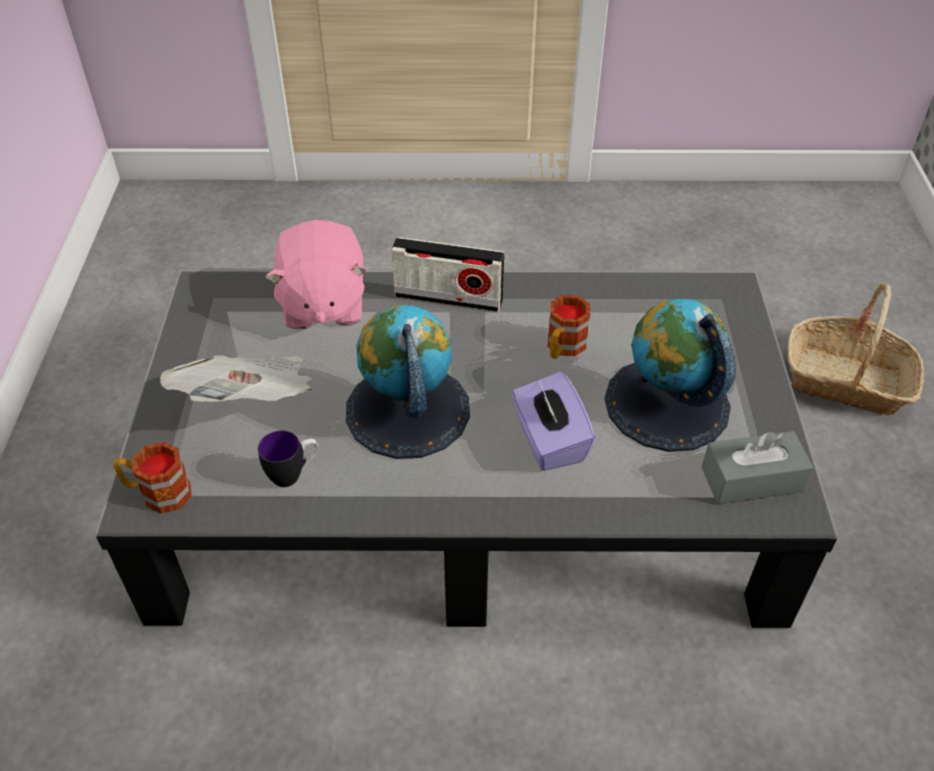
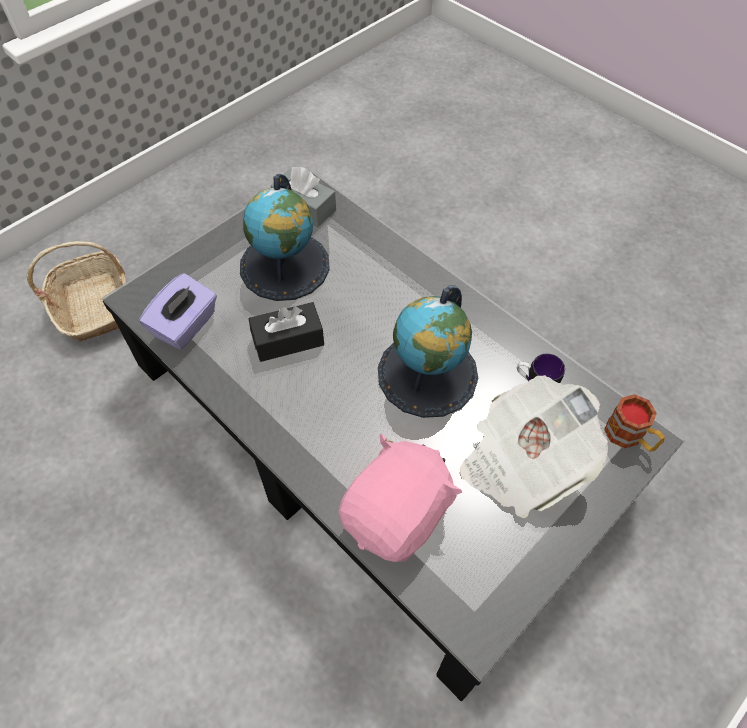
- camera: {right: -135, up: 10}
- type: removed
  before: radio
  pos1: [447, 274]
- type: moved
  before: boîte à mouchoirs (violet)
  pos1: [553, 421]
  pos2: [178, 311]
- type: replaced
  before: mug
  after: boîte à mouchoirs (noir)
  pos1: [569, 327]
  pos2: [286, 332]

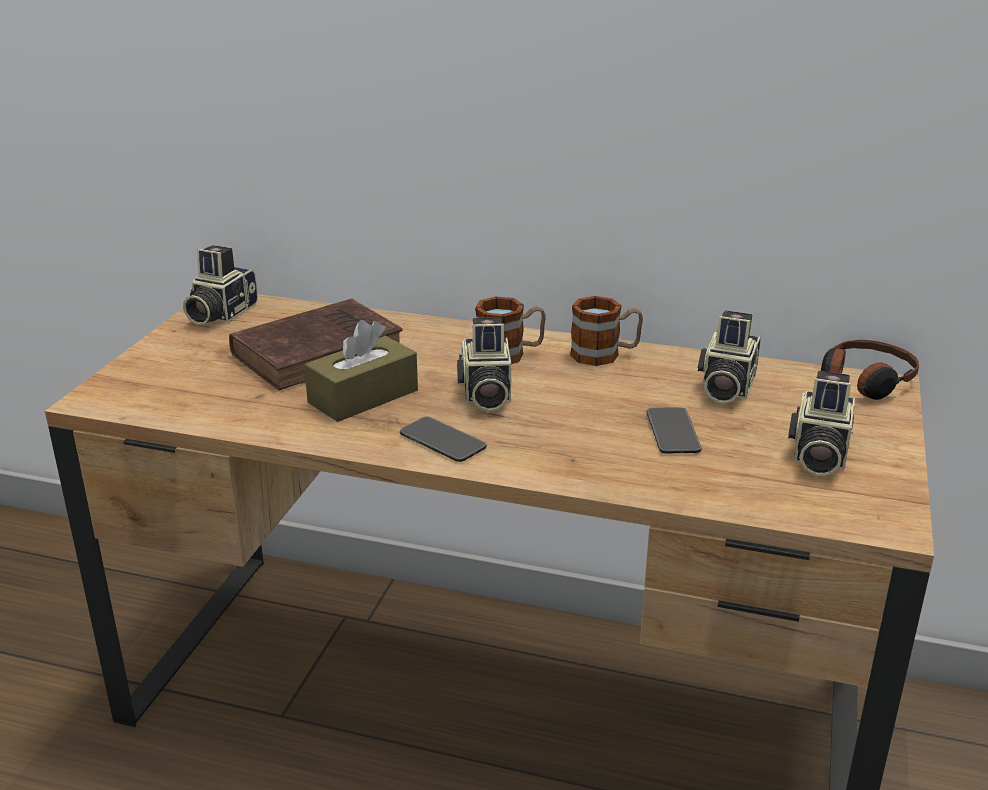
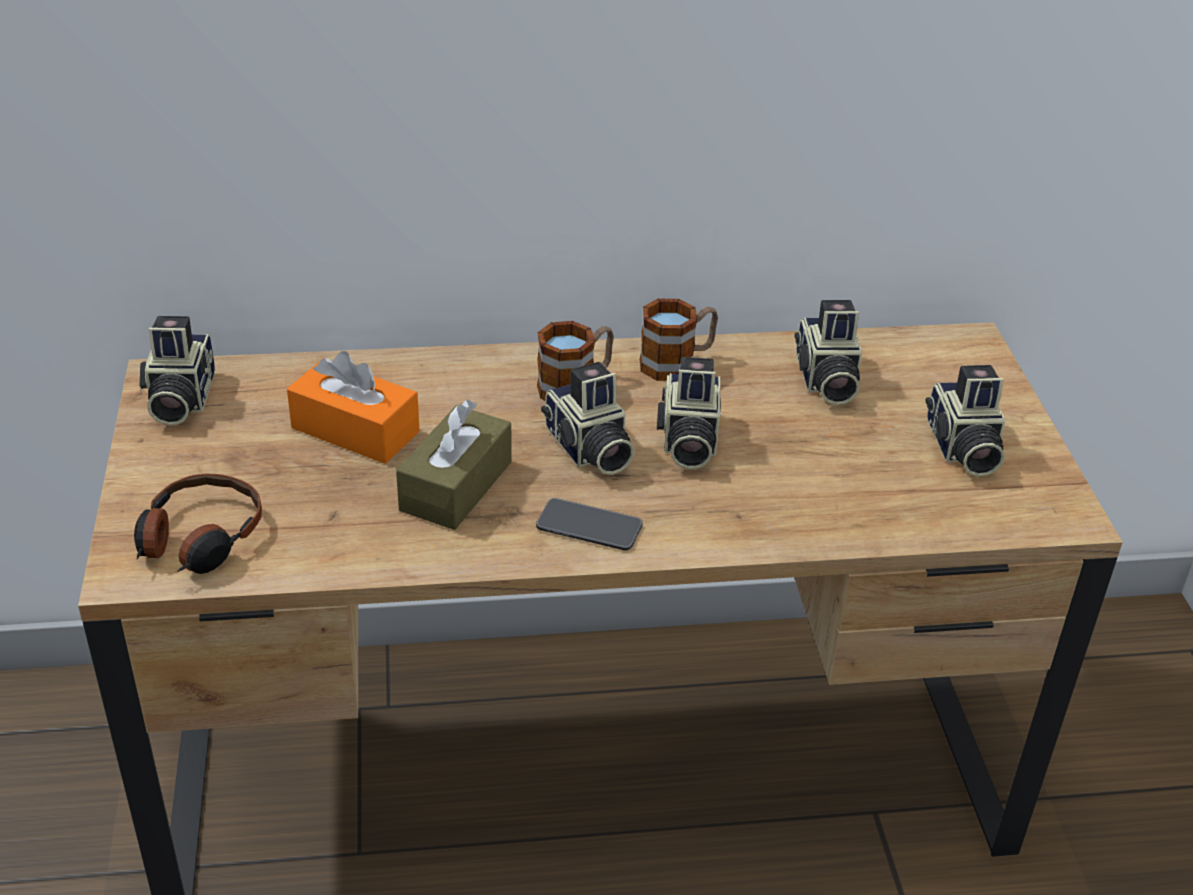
- camera: {right: -25, up: 10}
- type: replaced
  before: livre (marron)
  after: boîte à mouchoirs (orange)
  pos1: [316, 344]
  pos2: [353, 407]
- type: removed
  before: téléphone
  pos1: [674, 430]
- type: moved
  before: casque audio
  pos1: [870, 370]
  pos2: [198, 524]
- type: added
  after: appareil photo
  pos2: [689, 413]

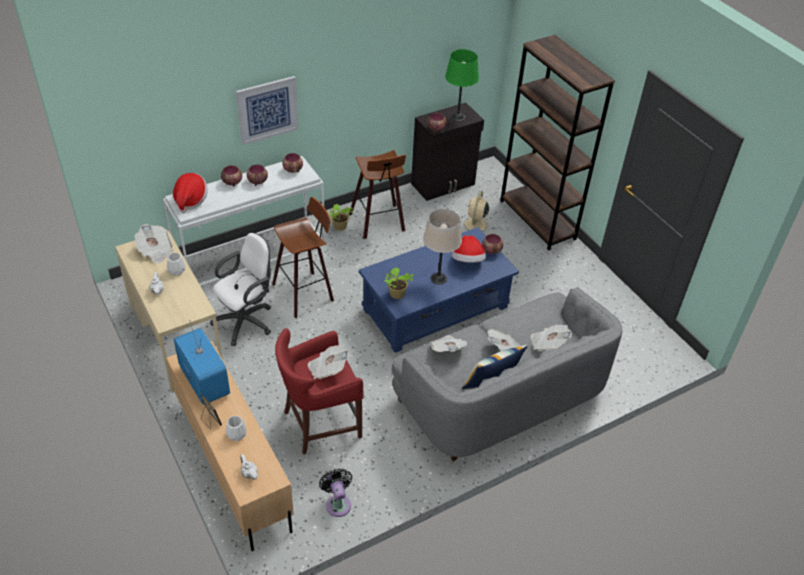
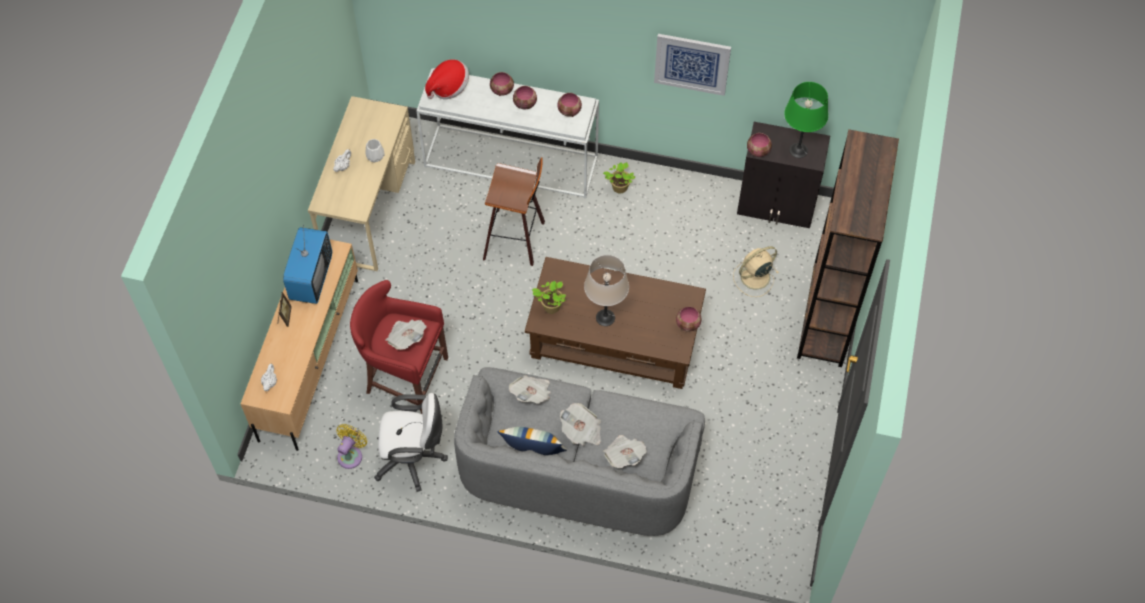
- camera: {right: 45, up: 15}
- type: removed
  before: journal
  pos1: [154, 244]
- type: moved
  before: chaise de bureau (blanc)
  pos1: [240, 289]
  pos2: [411, 442]
- type: removed
  before: vase (blanc)
  pos1: [236, 428]
- type: moved
  before: tableau
  pos1: [267, 110]
  pos2: [692, 65]
- type: recoloured
  before: ventilateur (noir)
  after: ventilateur (jaune)
  pos1: [335, 493]
  pos2: [351, 446]
- type: removed
  before: tabouret
  pos1: [377, 194]
- type: recoloured
  before: table basse (bleu)
  after: table basse (marron)
  pos1: [439, 290]
  pos2: [615, 323]
- type: removed
  before: chapeau
  pos1: [469, 249]

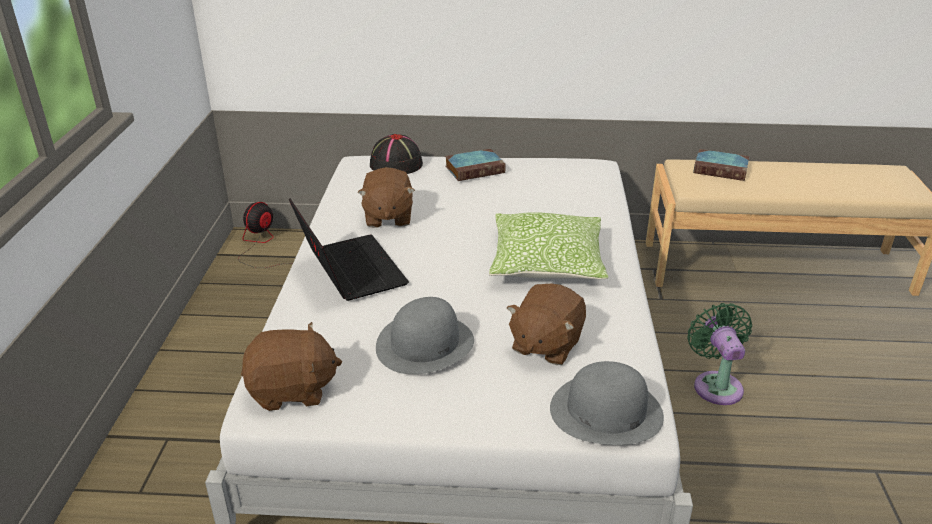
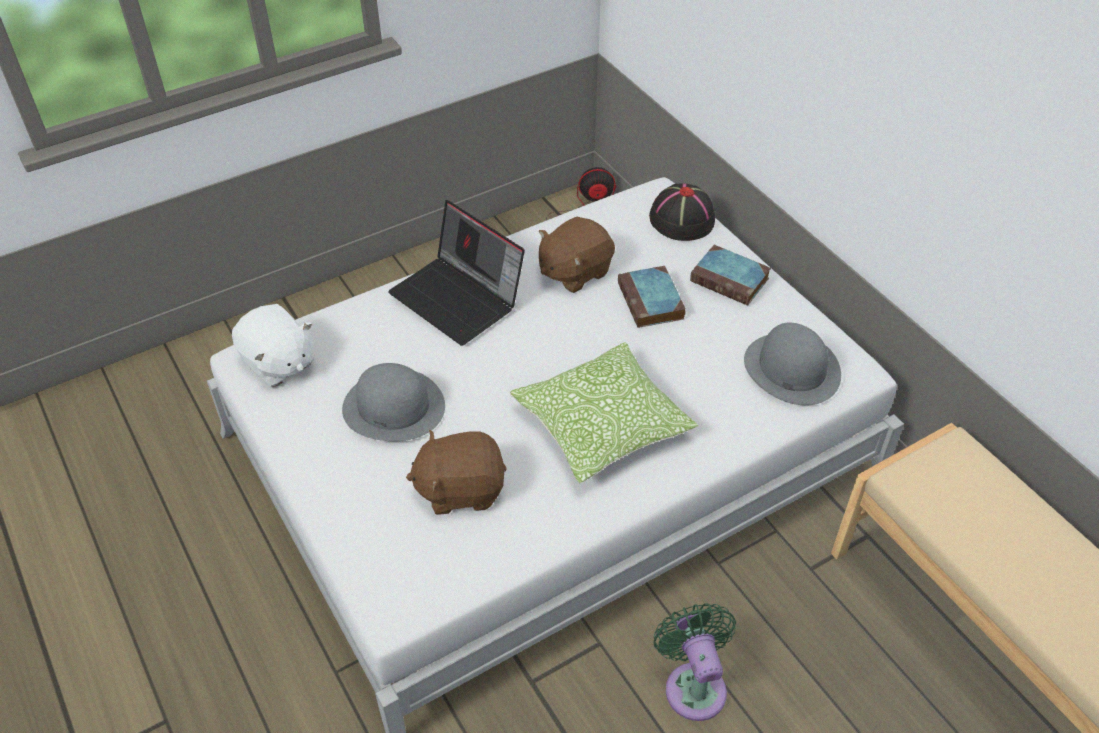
- camera: {right: 55, up: 15}
- type: recoloured
  before: peluche (marron)
  after: peluche (blanc)
  pos1: [291, 366]
  pos2: [273, 345]
- type: turned
  before: ordinateur portable
  pos1: [349, 249]
  pos2: [456, 273]
  turn: 105
- type: moved
  before: chapeau (gris)
  pos1: [607, 403]
  pos2: [792, 364]
- type: turned
  before: ventilateur (vert)
  pos1: [719, 354]
  pos2: [694, 662]
  turn: -60
- type: moved
  before: livre
  pos1: [721, 165]
  pos2: [652, 297]

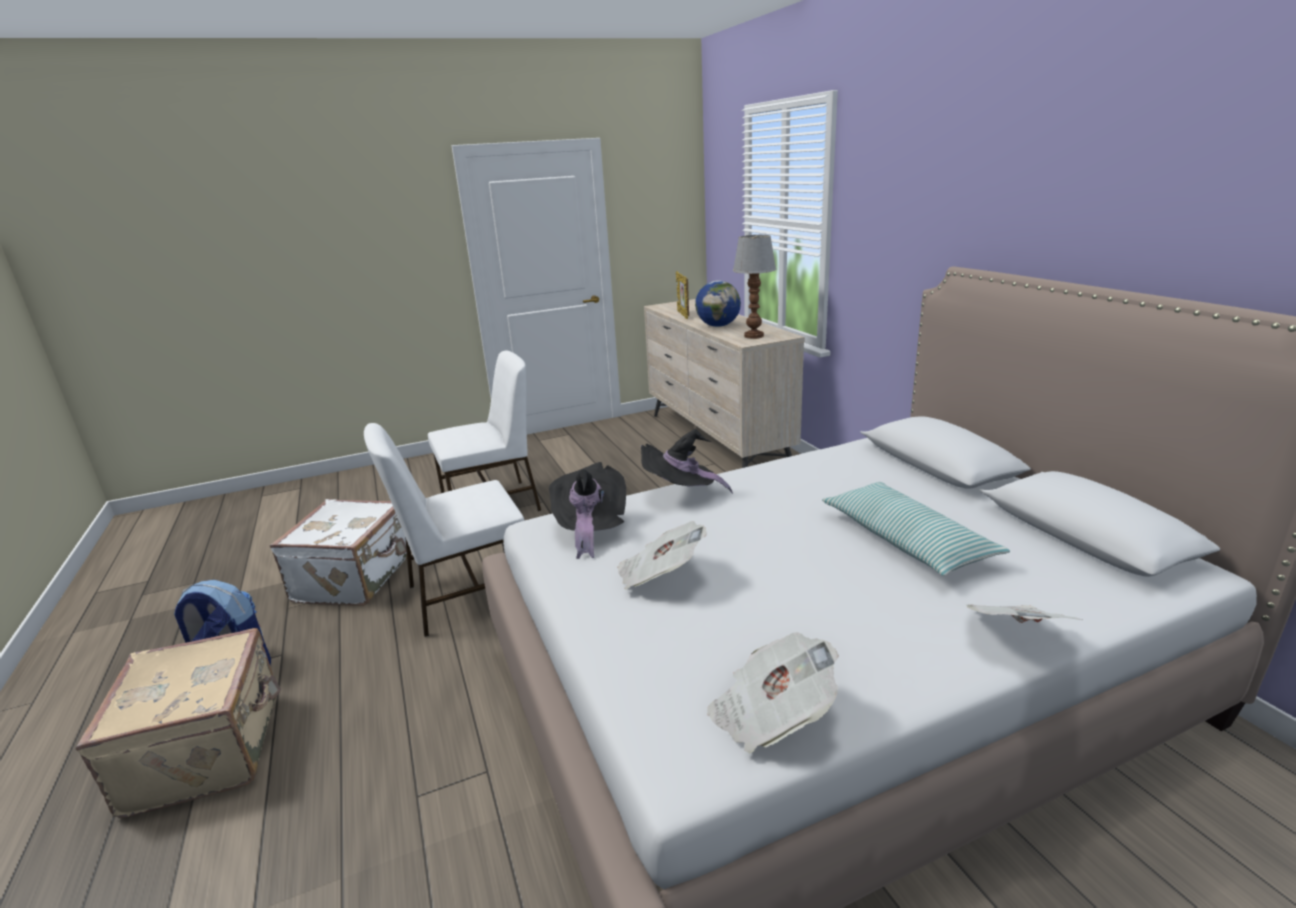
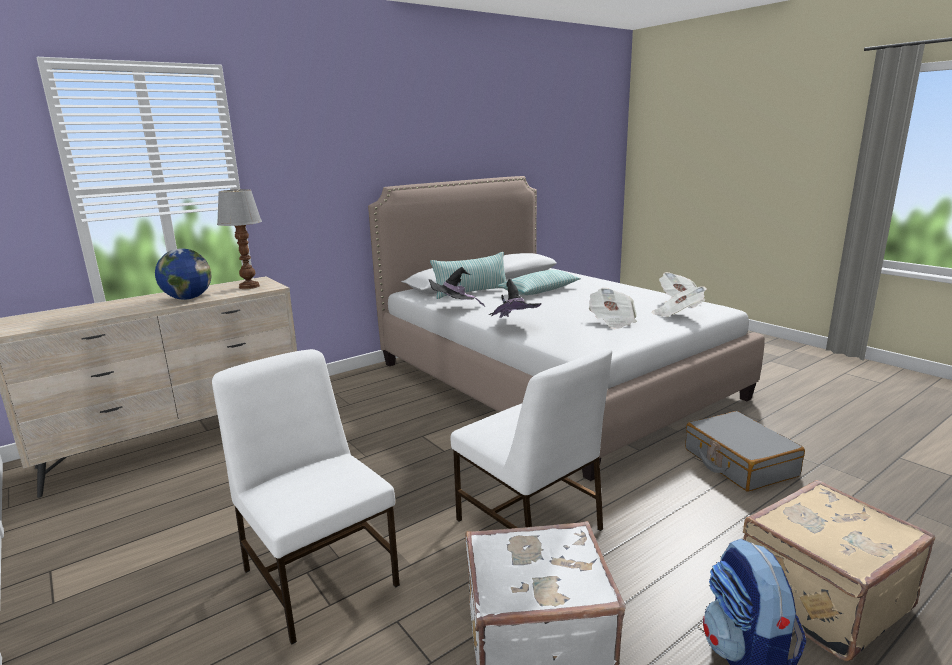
- camera: {right: -105, up: -5}
- type: moved
  before: chapeau (noir)
  pos1: [587, 510]
  pos2: [456, 287]
- type: removed
  before: cadre photo
  pos1: [682, 295]
- type: moved
  before: journal
  pos1: [1025, 613]
  pos2: [679, 301]
- type: added
  after: coussin
  pos2: [468, 275]
- type: added
  after: valise (gris)
  pos2: [745, 451]

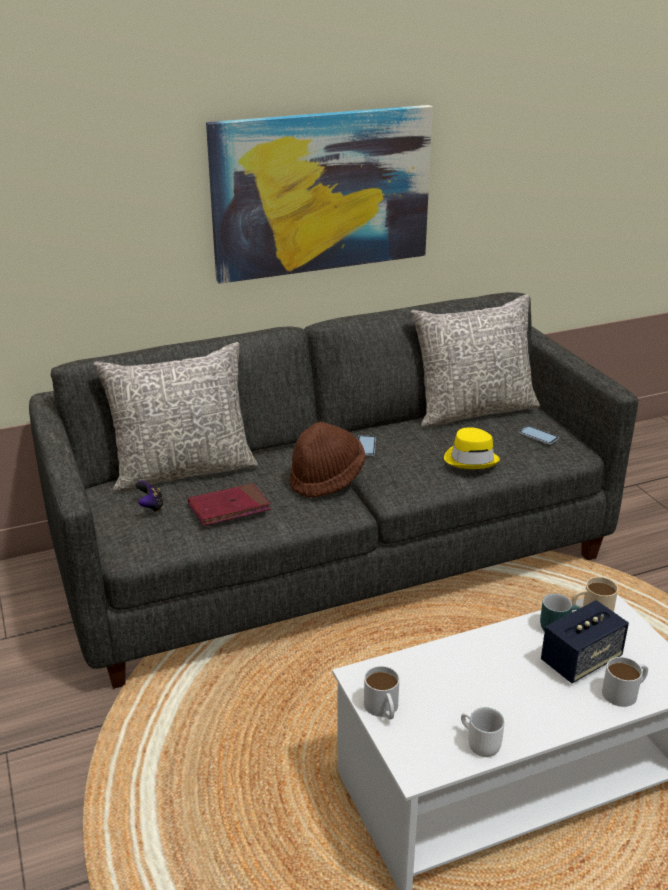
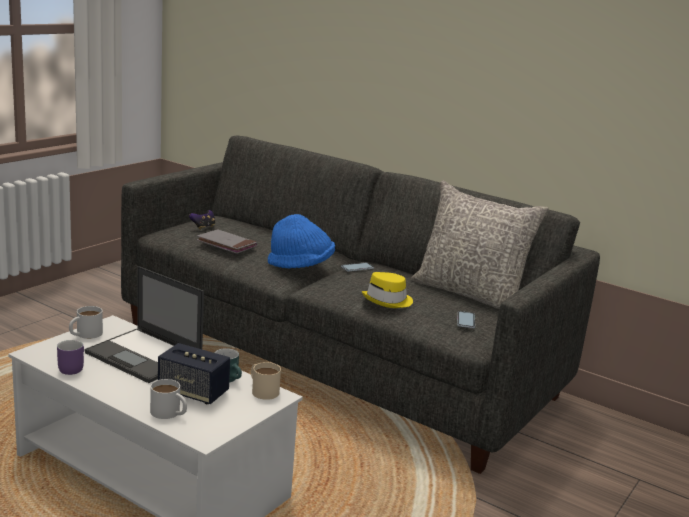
- camera: {right: 55, up: -10}
- type: removed
  before: coussin (gris)
  pos1: [175, 417]
- type: recoloured
  before: livre (rouge)
  after: livre (gris)
  pos1: [229, 504]
  pos2: [227, 241]
- type: removed
  before: tableau
  pos1: [319, 194]
- type: recoloured
  before: chapeau (marron)
  after: chapeau (bleu)
  pos1: [328, 460]
  pos2: [301, 241]
- type: recoloured
  before: mug (blanc)
  after: mug (violet)
  pos1: [482, 732]
  pos2: [70, 357]
- type: added
  after: ordinateur portable
  pos2: [144, 324]

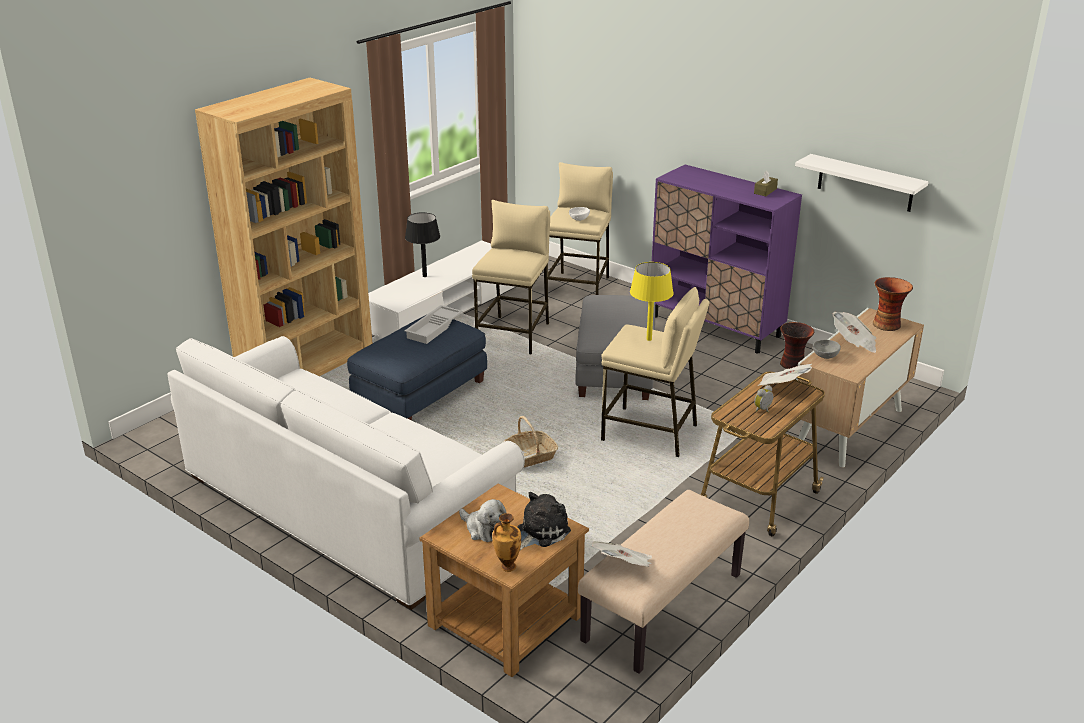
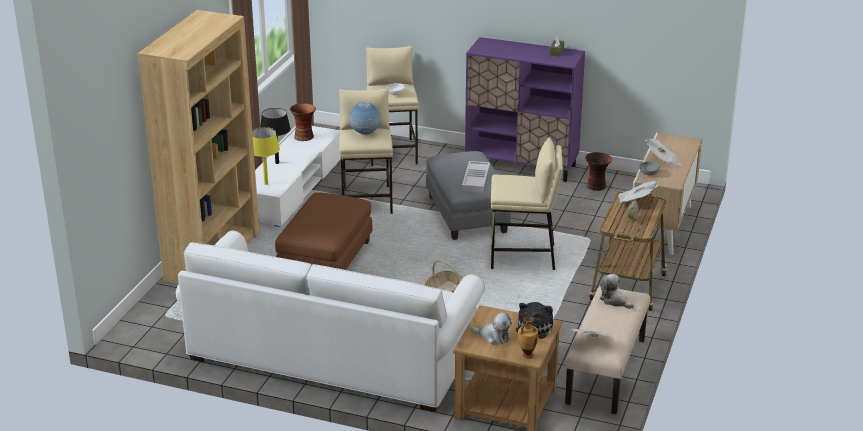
- camera: {right: -20, up: 0}
- type: recoloured
  before: pouf (bleu)
  after: pouf (marron)
  pos1: [417, 367]
  pos2: [324, 231]
- type: moved
  before: plateau (blanc)
  pos1: [433, 324]
  pos2: [476, 176]
- type: moved
  before: lampe de table (jaune)
  pos1: [652, 301]
  pos2: [266, 156]
- type: removed
  before: étagère (blanc)
  pos1: [862, 183]
- type: moved
  before: vase
  pos1: [893, 304]
  pos2: [303, 122]
- type: added
  after: globe
  pos2: [365, 118]
- type: added
  after: peluche
  pos2: [617, 291]

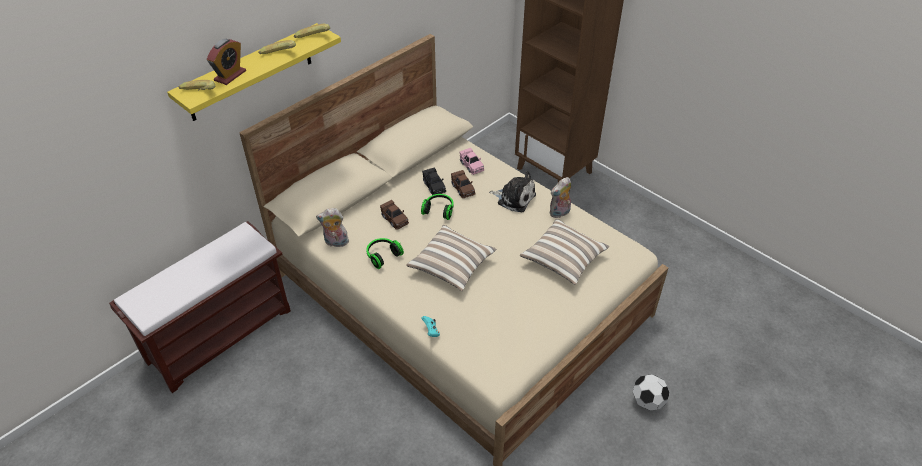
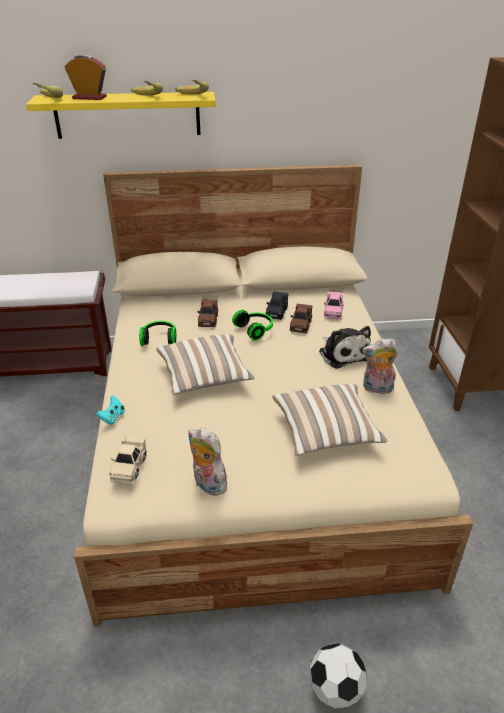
- camera: {right: 40, up: -10}
- type: turned
  before: réveil
  pos1: [226, 62]
  pos2: [86, 77]
  turn: -150
- type: moved
  before: peluche
  pos1: [332, 227]
  pos2: [207, 462]
- type: added
  after: petite voiture (beige)
  pos2: [128, 460]

